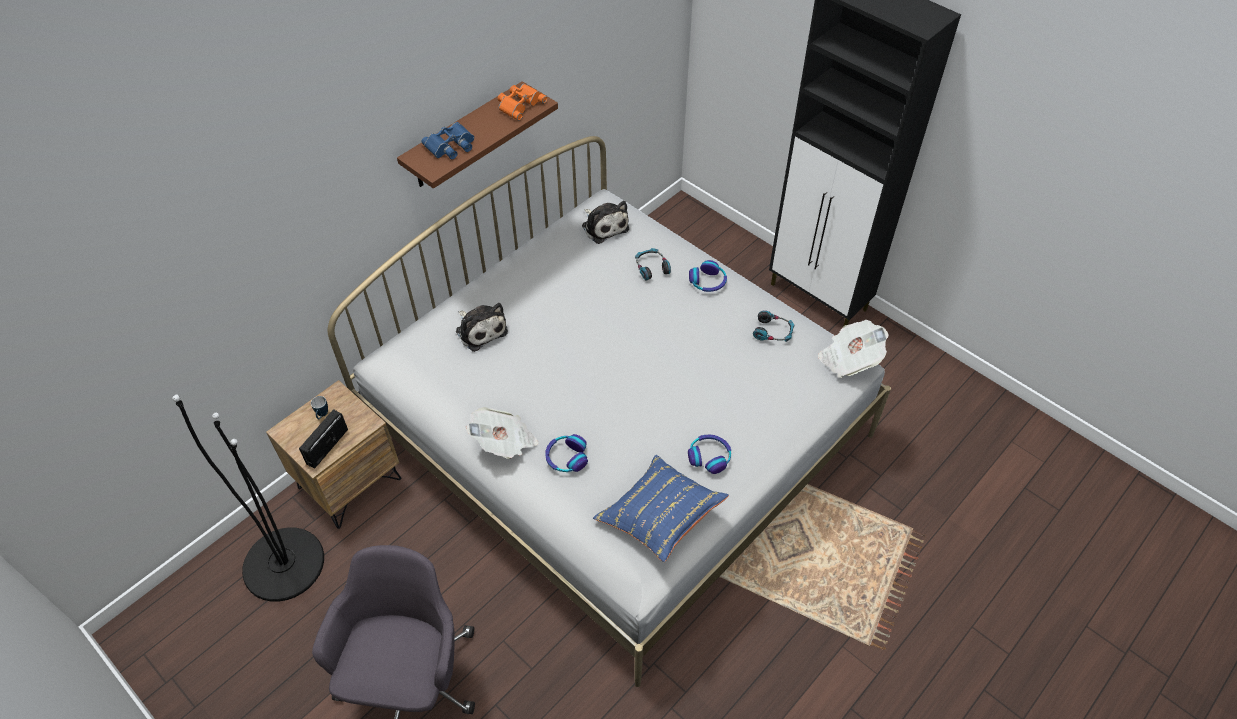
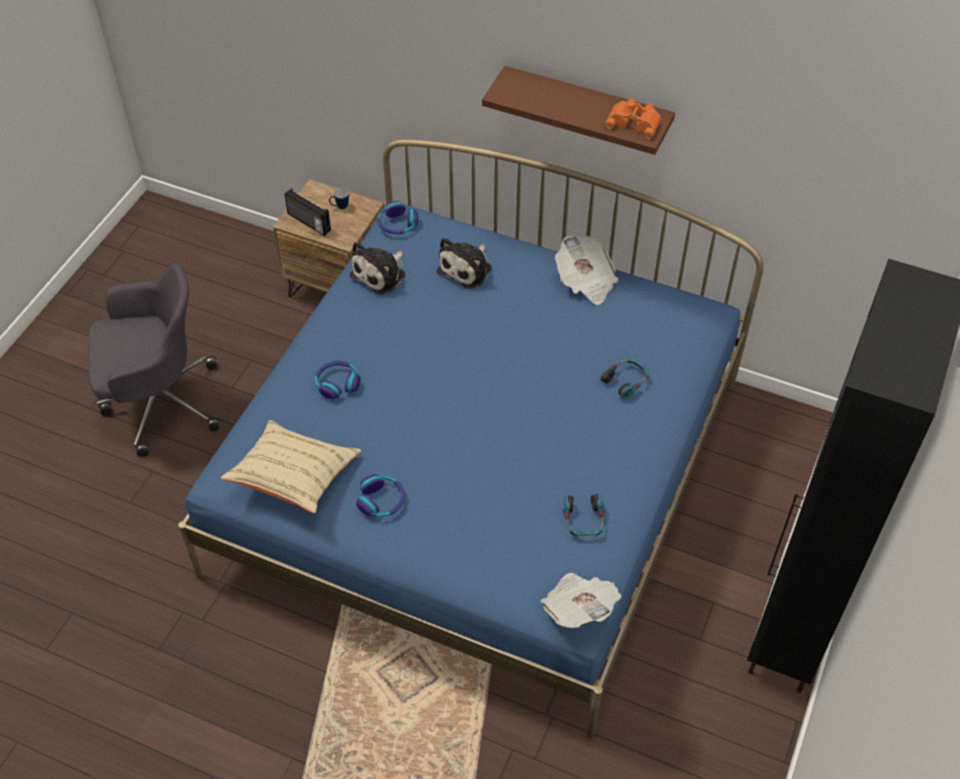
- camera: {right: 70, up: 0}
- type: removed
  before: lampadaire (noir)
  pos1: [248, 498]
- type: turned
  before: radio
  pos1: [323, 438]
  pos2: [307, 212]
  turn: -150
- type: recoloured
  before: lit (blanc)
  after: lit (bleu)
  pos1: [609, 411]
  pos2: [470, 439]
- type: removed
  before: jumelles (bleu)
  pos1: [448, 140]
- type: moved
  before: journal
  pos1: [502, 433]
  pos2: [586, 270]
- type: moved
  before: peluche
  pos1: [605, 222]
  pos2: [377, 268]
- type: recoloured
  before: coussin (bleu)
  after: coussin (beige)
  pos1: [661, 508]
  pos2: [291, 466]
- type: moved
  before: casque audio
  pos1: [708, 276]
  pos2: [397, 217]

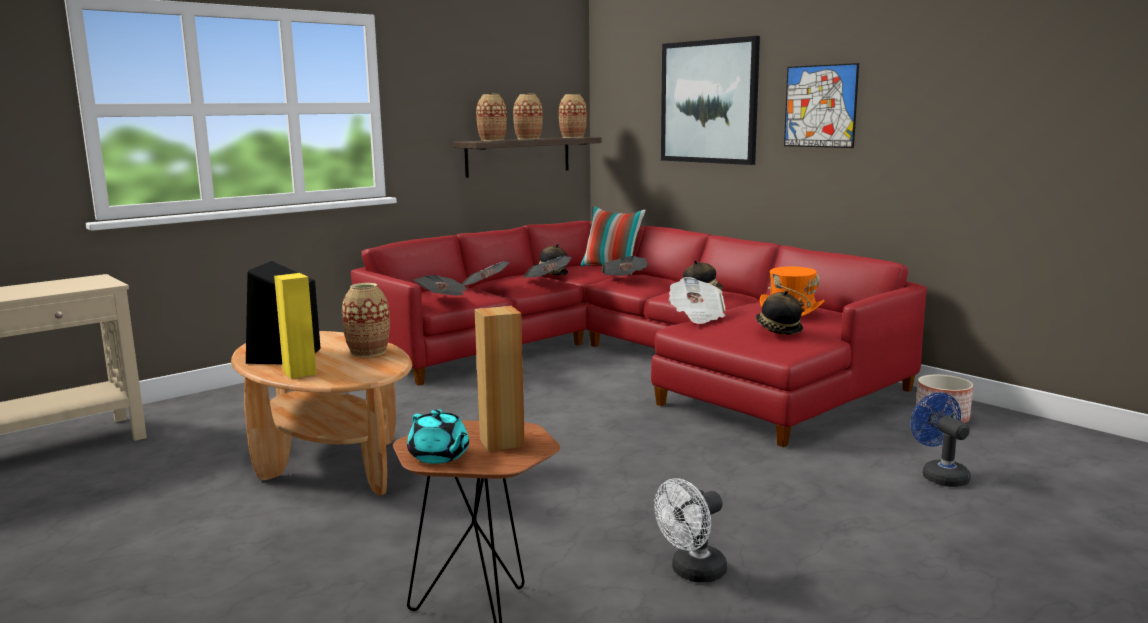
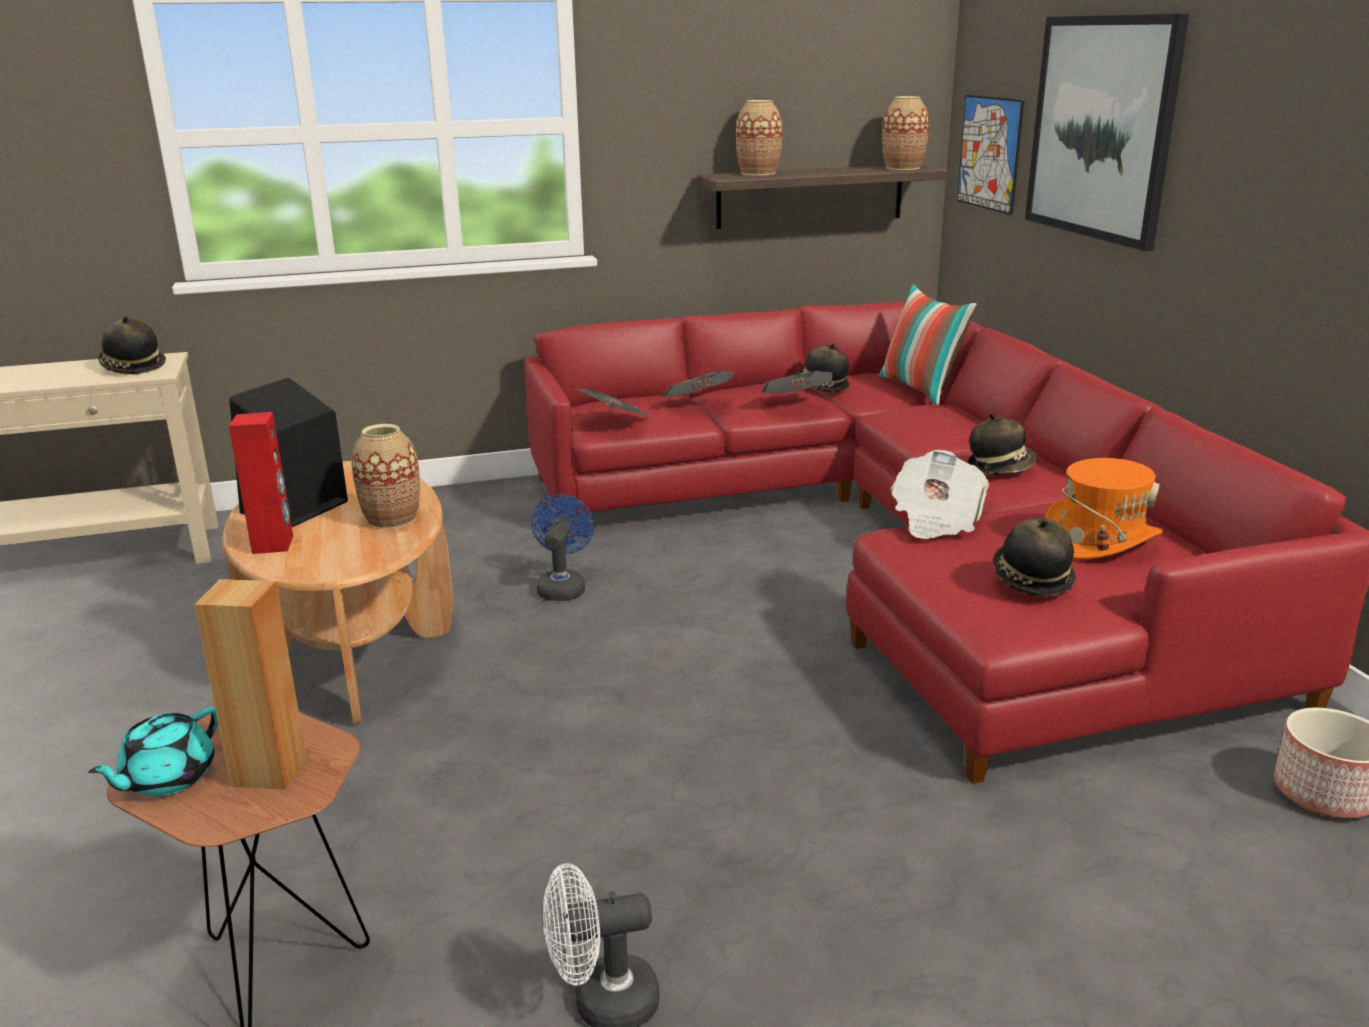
- camera: {right: 25, up: 10}
- type: recoloured
  before: enceinte (jaune)
  after: enceinte (rouge)
  pos1: [295, 326]
  pos2: [261, 483]
- type: turned
  before: théière (turquoise)
  pos1: [438, 436]
  pos2: [153, 751]
  turn: 45
- type: removed
  before: vase
  pos1: [528, 117]
- type: removed
  before: journal
  pos1: [625, 266]
- type: moved
  before: tableau
  pos1: [821, 105]
  pos2: [991, 155]
- type: moved
  before: ventilateur (bleu)
  pos1: [941, 439]
  pos2: [562, 547]
- type: added
  after: chapeau
  pos2: [132, 345]

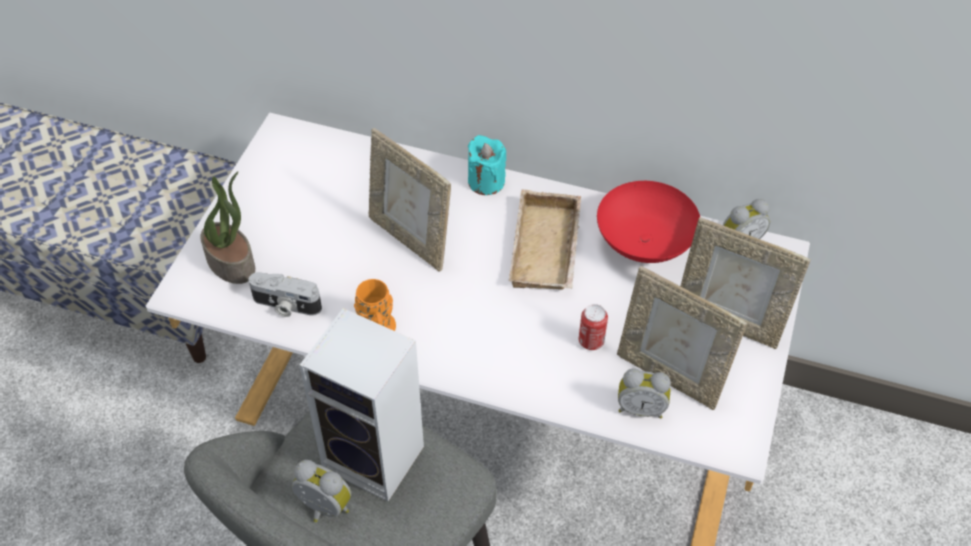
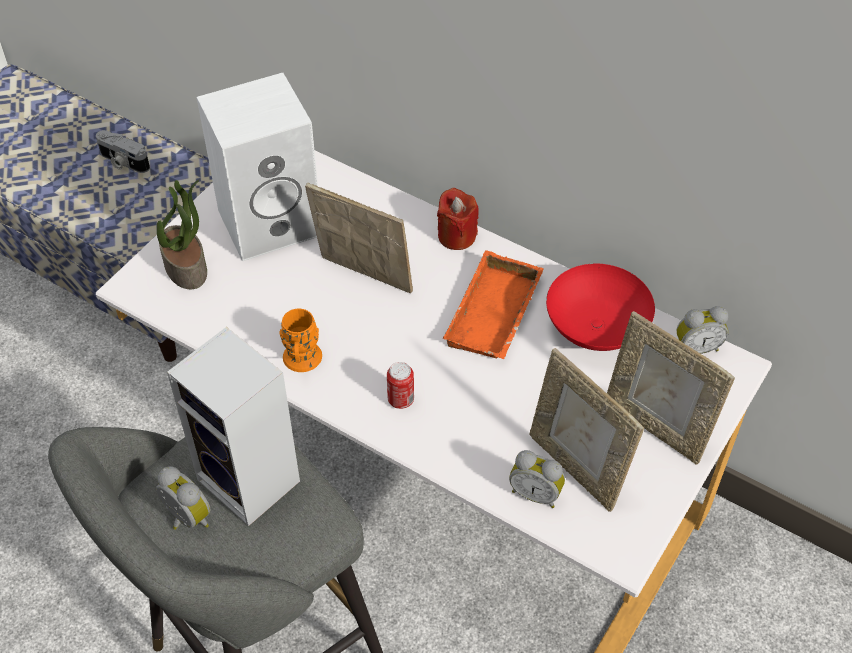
- camera: {right: 15, up: 0}
- type: moved
  before: appareil photo
  pos1: [285, 294]
  pos2: [123, 151]
- type: turned
  before: cadre photo
  pos1: [410, 199]
  pos2: [359, 238]
  turn: 150
- type: recoloured
  before: bougie (turquoise)
  after: bougie (rouge)
  pos1: [487, 165]
  pos2: [458, 219]
- type: recoloured
  before: plateau (beige)
  after: plateau (orange)
  pos1: [545, 239]
  pos2: [493, 304]
- type: moved
  before: boîte métallique
  pos1: [593, 327]
  pos2: [400, 385]
- type: added
  after: enceinte (blanc)
  pos2: [257, 167]

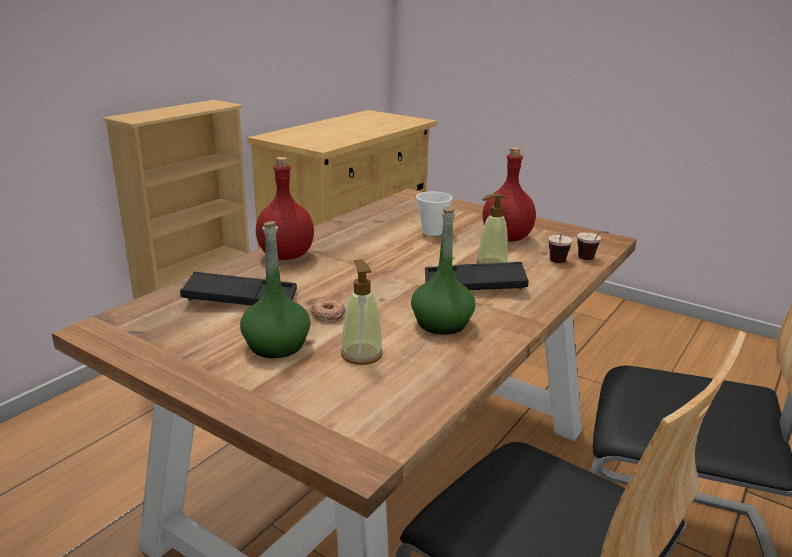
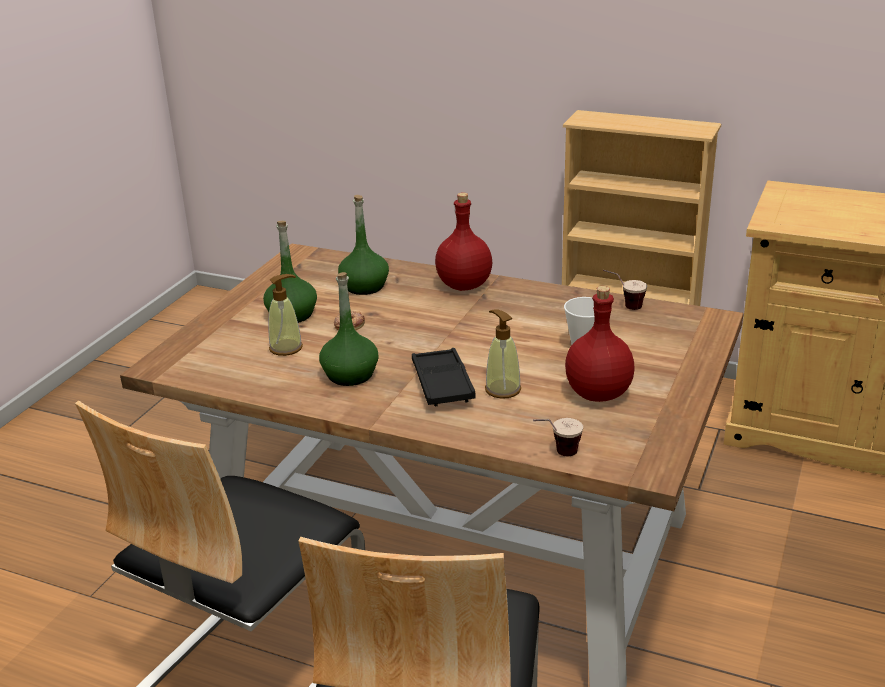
- camera: {right: 80, up: 5}
- type: replaced
  before: plateau (noir)
  after: bouteille (vert)
  pos1: [238, 288]
  pos2: [363, 245]
- type: moved
  before: tasse
  pos1: [561, 248]
  pos2: [625, 290]

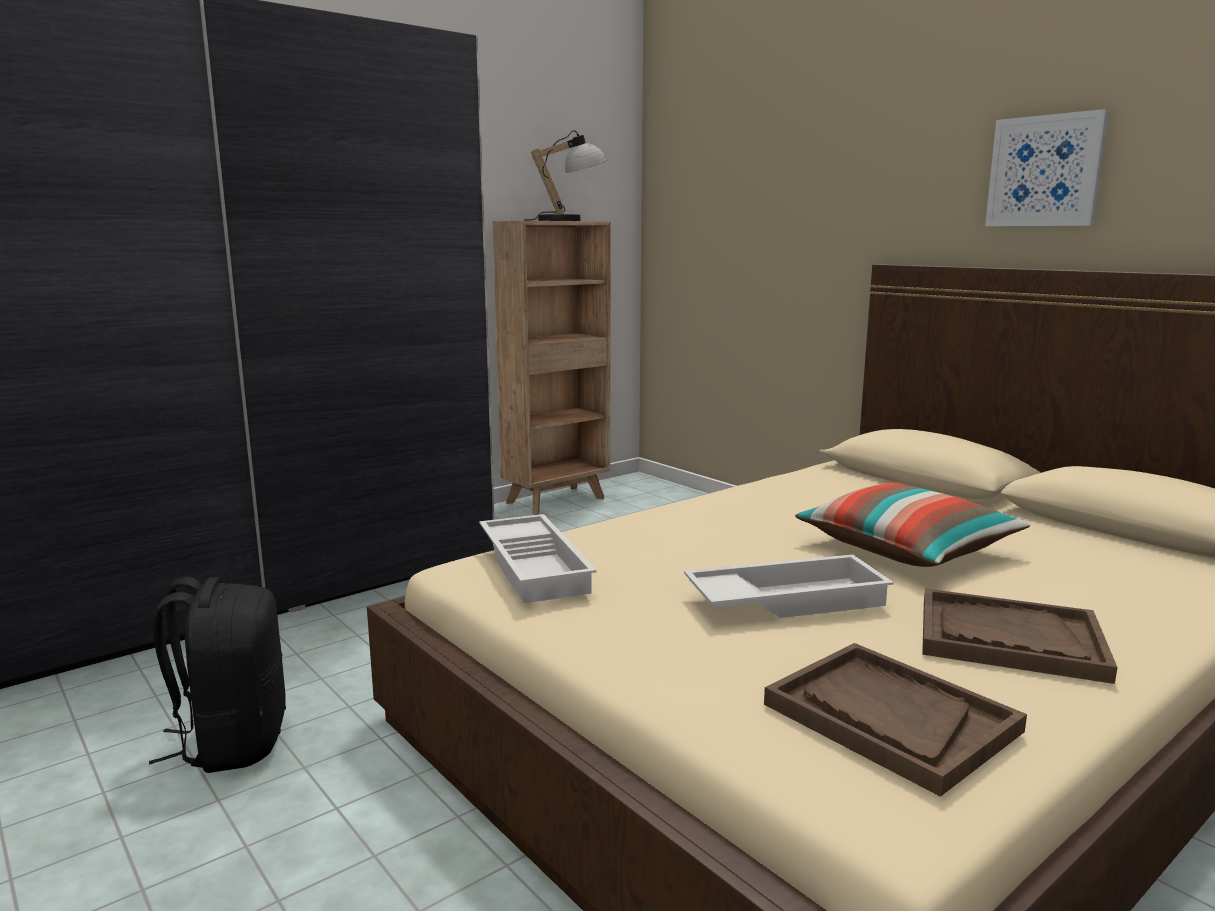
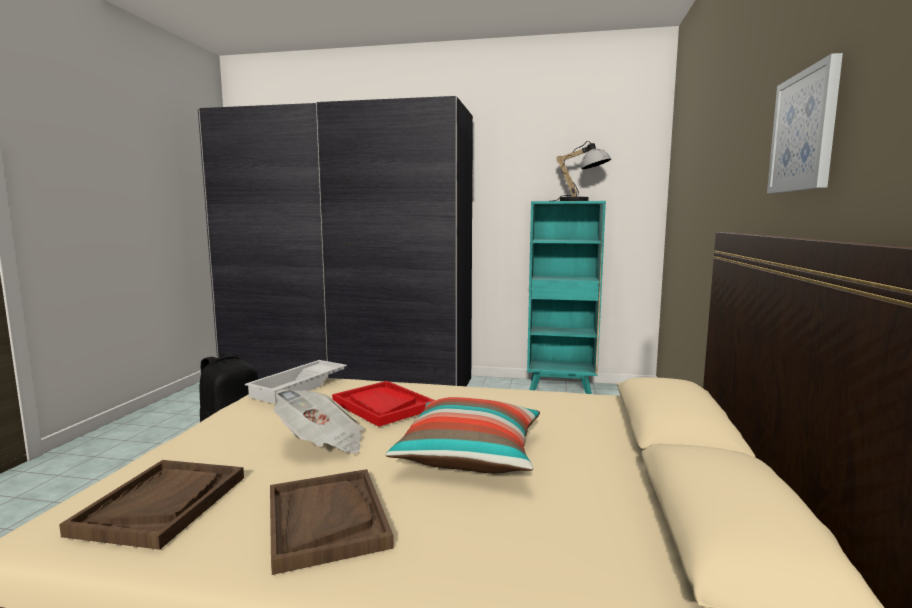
- camera: {right: 50, up: -5}
- type: recoloured
  before: bibliothèque (marron)
  after: bibliothèque (turquoise)
  pos1: [551, 368]
  pos2: [566, 297]
- type: replaced
  before: plateau (blanc)
  after: journal
  pos1: [789, 586]
  pos2: [318, 421]
- type: added
  after: plateau (rouge)
  pos2: [383, 404]

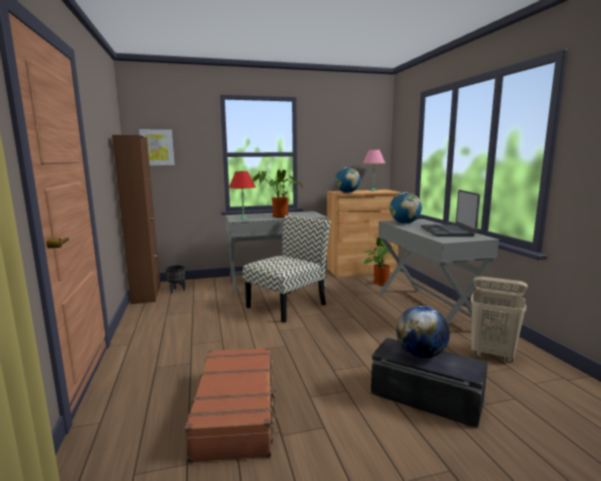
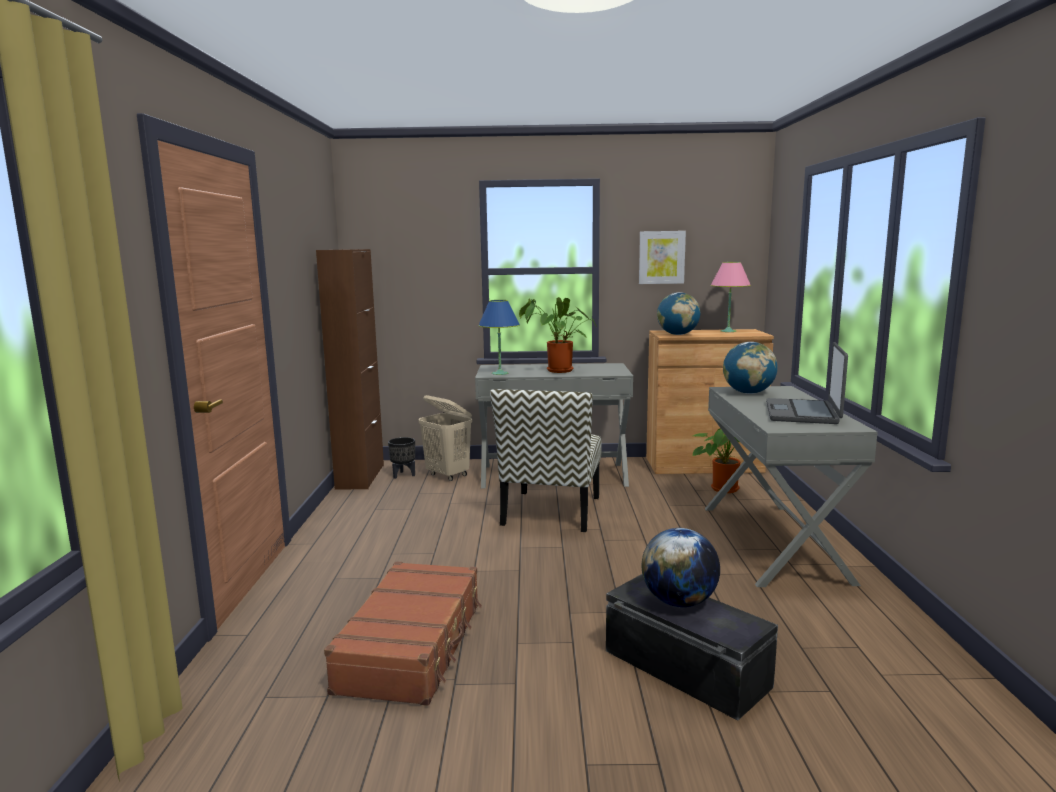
- camera: {right: 15, up: 0}
- type: moved
  before: tableau
  pos1: [157, 147]
  pos2: [662, 257]
- type: recoloured
  before: lampe de table (rouge)
  after: lampe de table (bleu)
  pos1: [242, 195]
  pos2: [499, 337]
- type: turned
  before: chaise
  pos1: [287, 269]
  pos2: [546, 460]
  turn: 135
- type: moved
  before: panier à linge (beige)
  pos1: [499, 319]
  pos2: [445, 438]

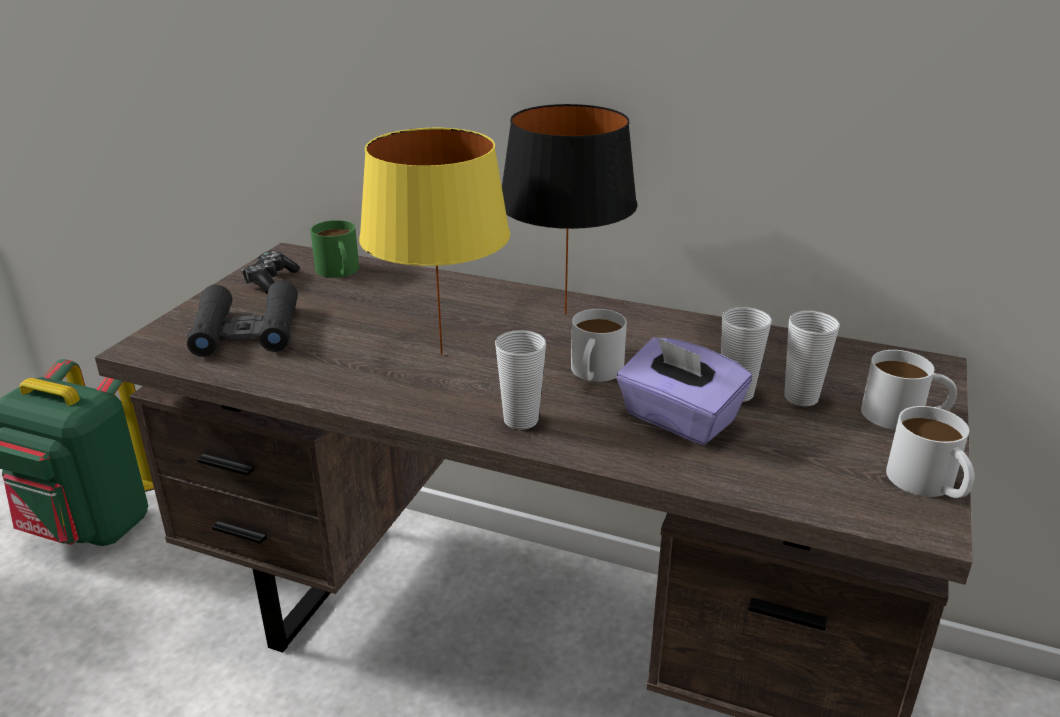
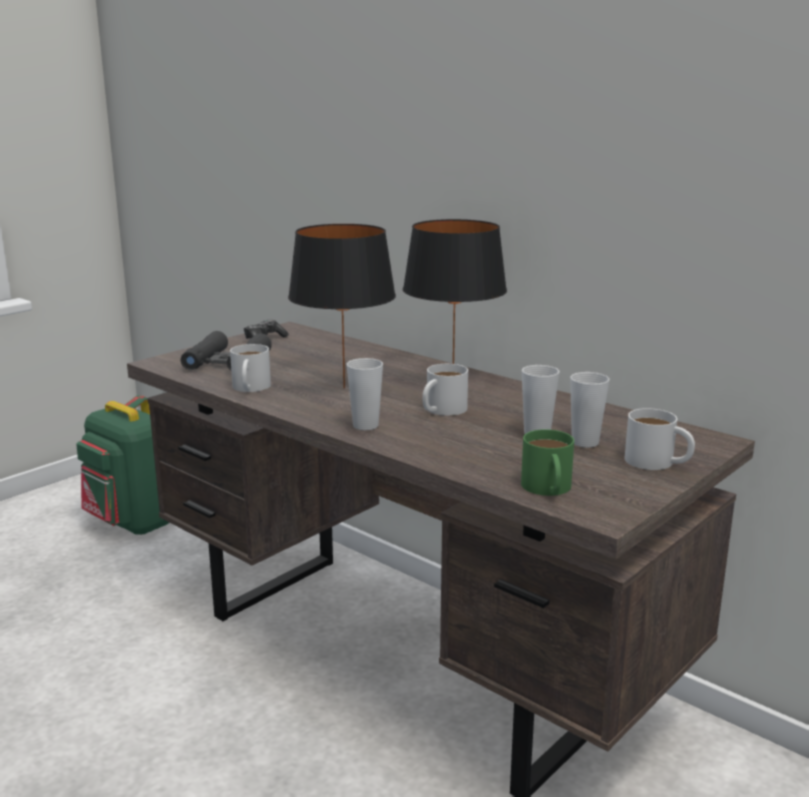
- camera: {right: 20, up: -10}
- type: moved
  before: mug (vert)
  pos1: [334, 249]
  pos2: [547, 462]
- type: recoloured
  before: lampe de table (jaune)
  after: lampe de table (noir)
  pos1: [434, 241]
  pos2: [342, 306]
- type: removed
  before: boîte à mouchoirs (violet)
  pos1: [684, 391]
- type: moved
  before: mug (blanc)
  pos1: [930, 452]
  pos2: [250, 368]

